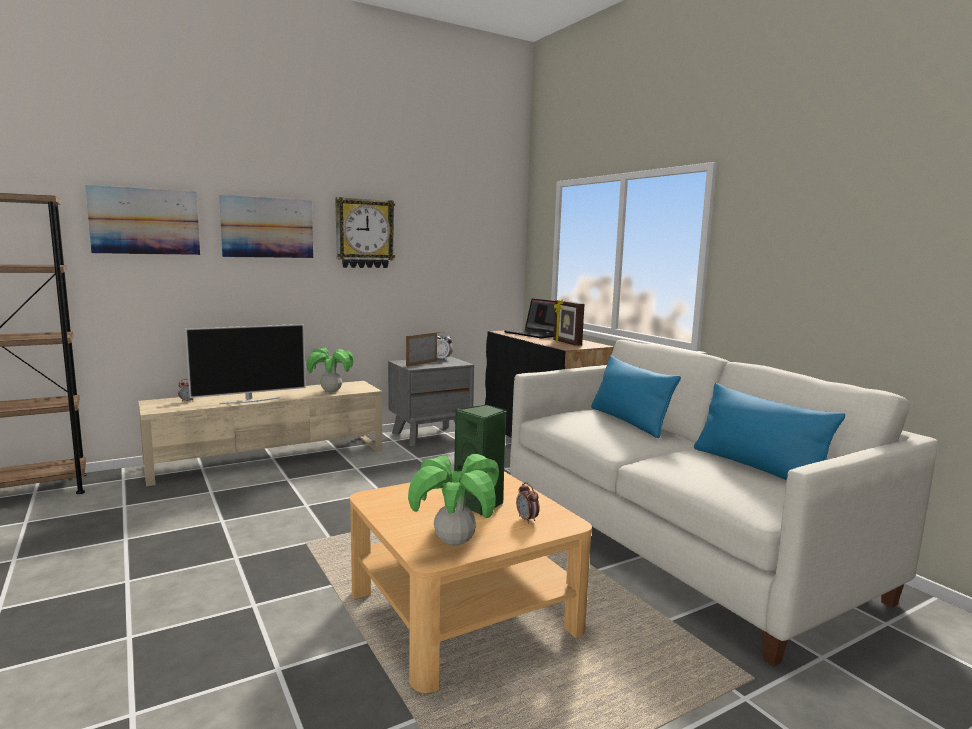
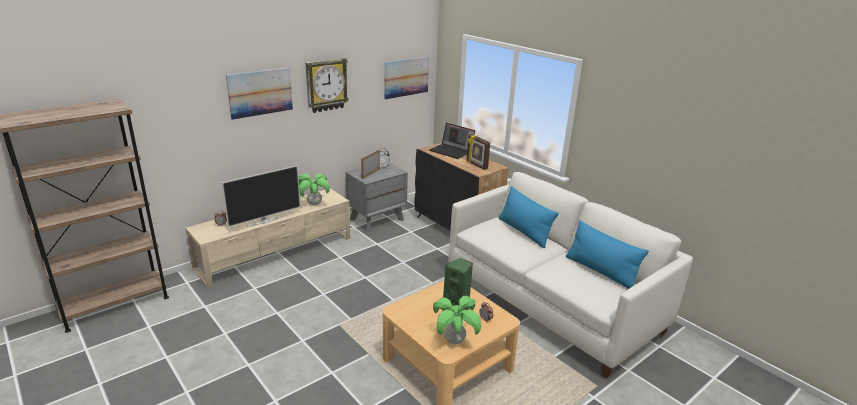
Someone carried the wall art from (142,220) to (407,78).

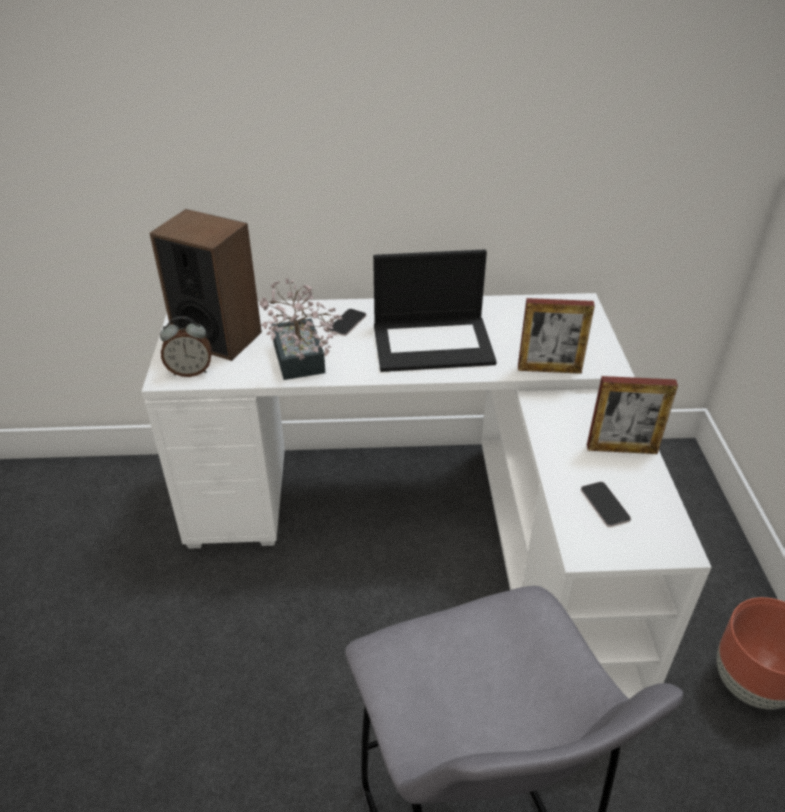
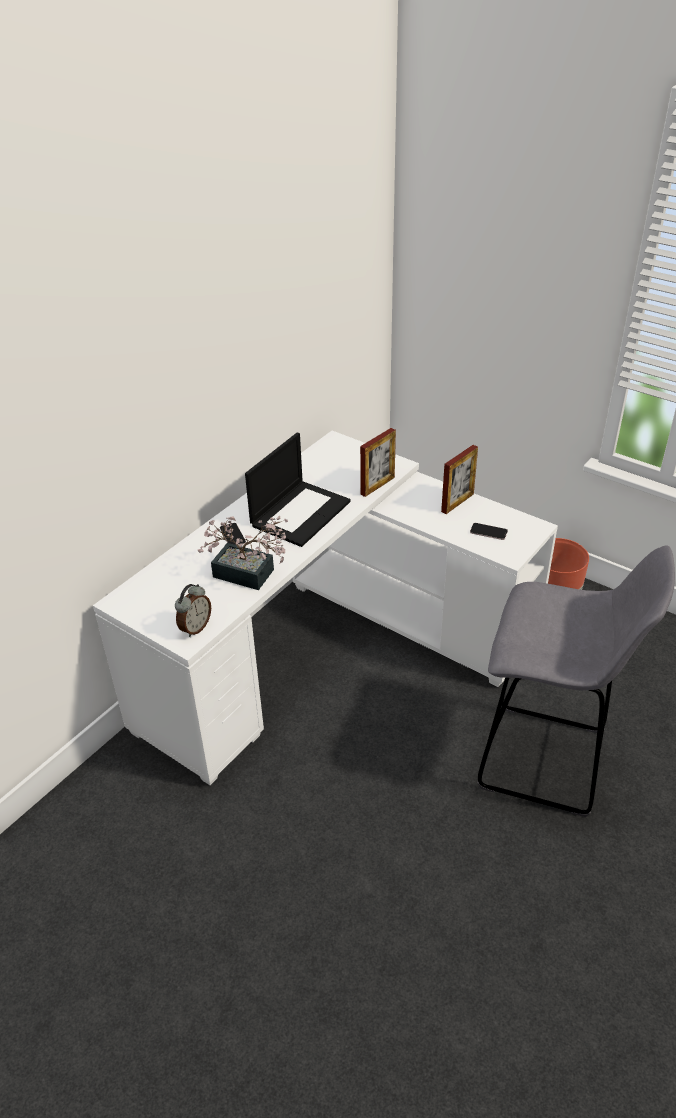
Someone took away the speaker at (206,285).

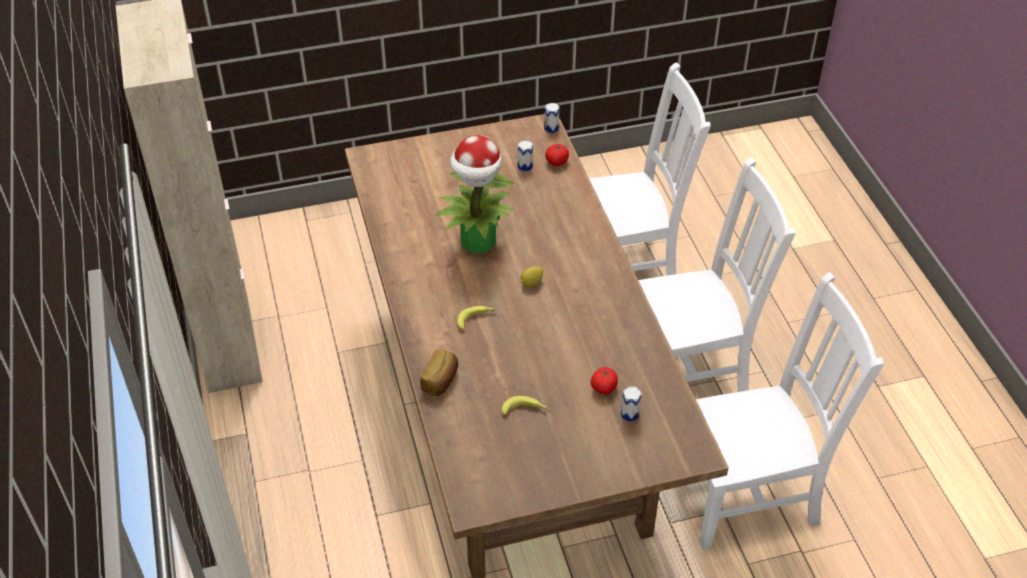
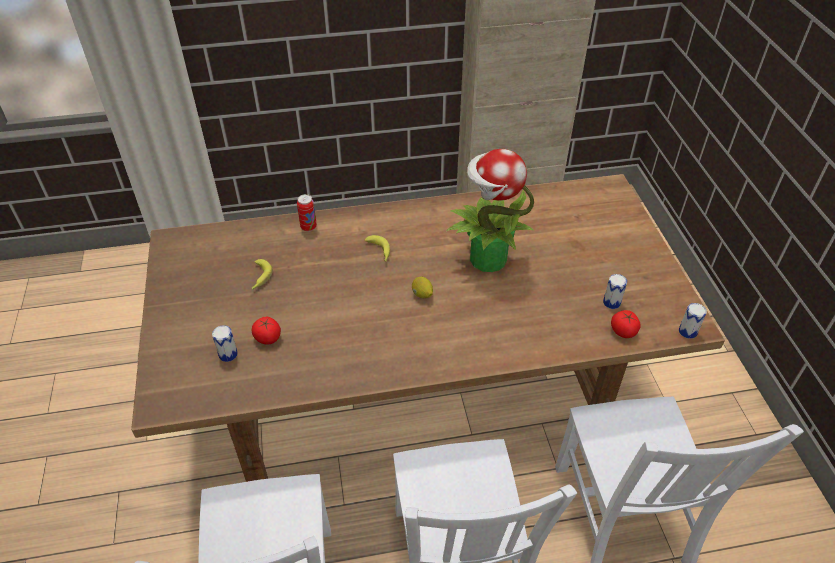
Someone swapped the bakery bread at (439,373) for the can at (307,213).

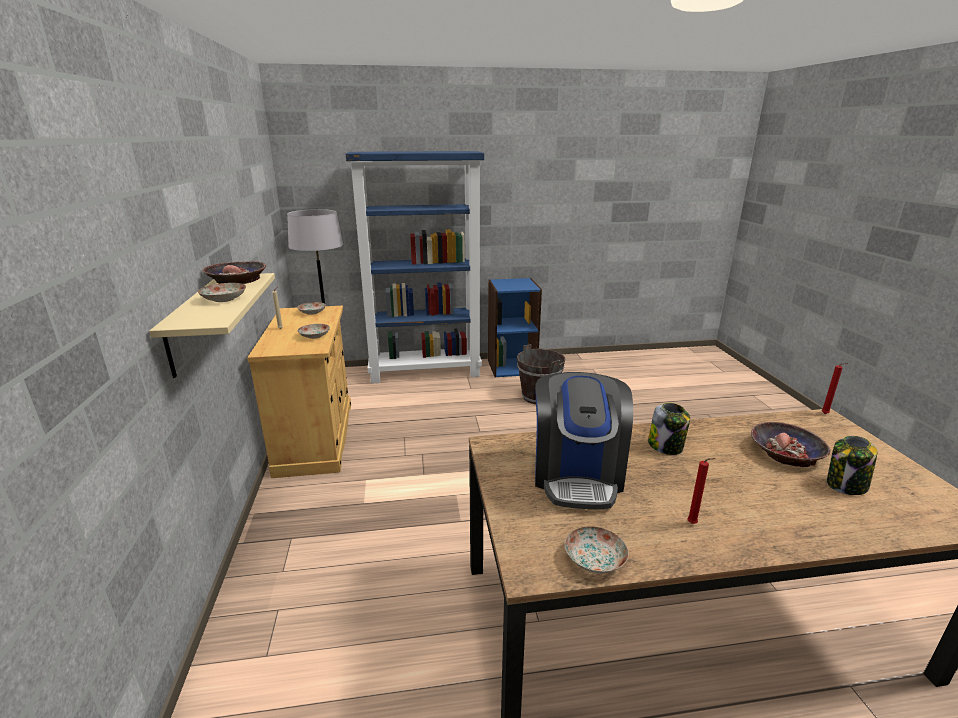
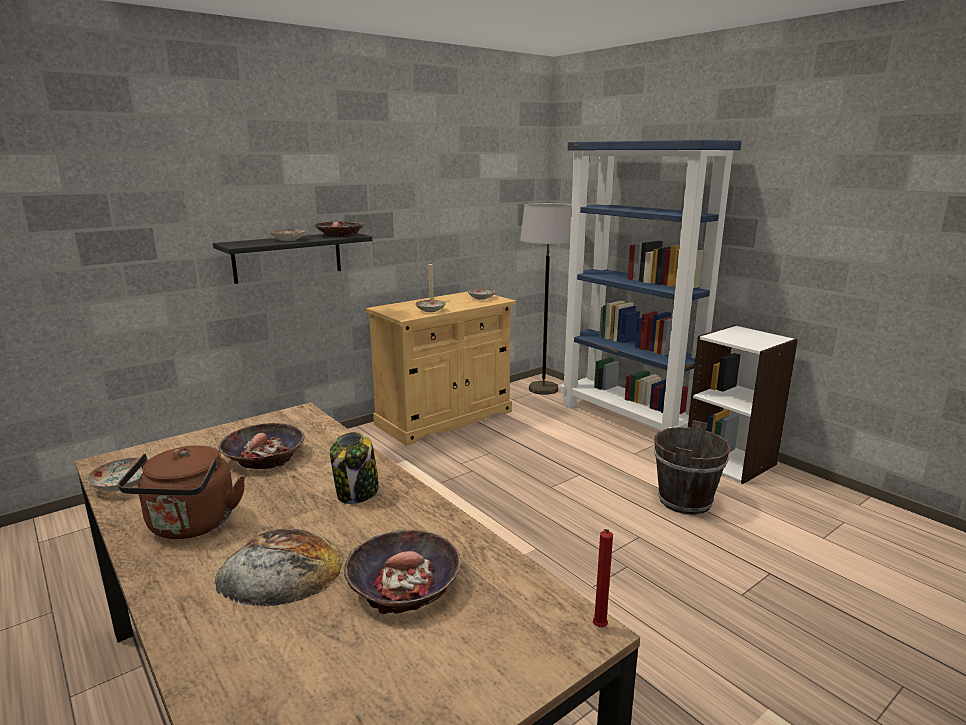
Someone repainted the beige-coloured wall shelf at (212,325), which became the blackish wall shelf at (292,258).
Someone repainted the blue-coloured bookshelf at (515,328), which became the whitish bookshelf at (743,404).
Someone swapped the coffee maker at (584,440) for the serving bowl at (261,446).
Someone took away the jar at (852,465).
Someone swapped the red-coloured wax light at (701,491) for the brown-coloured water kettle at (181,492).
Someone put down the bakery bread at (279,567).

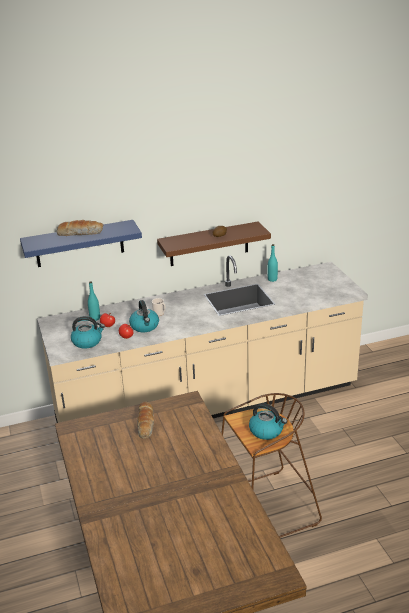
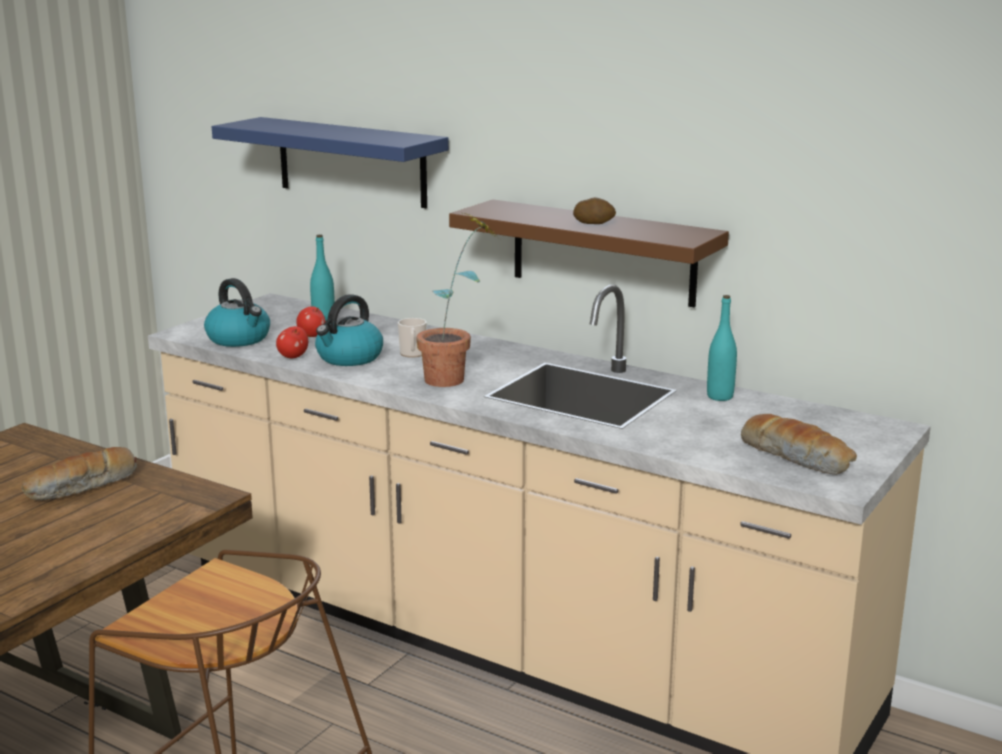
Someone carried the bakery bread from (80,228) to (799,444).
Someone took away the water kettle at (268,421).
Someone put down the plant in a pot at (456,300).

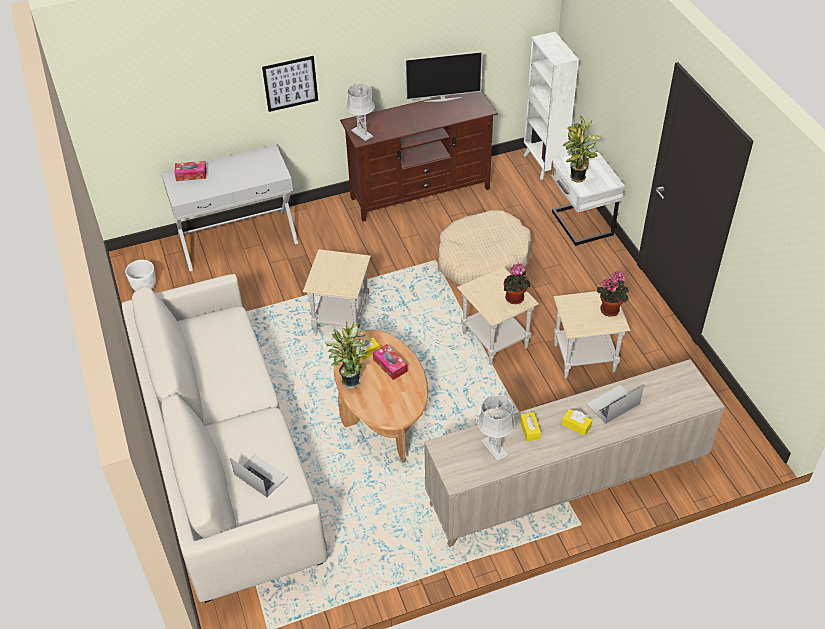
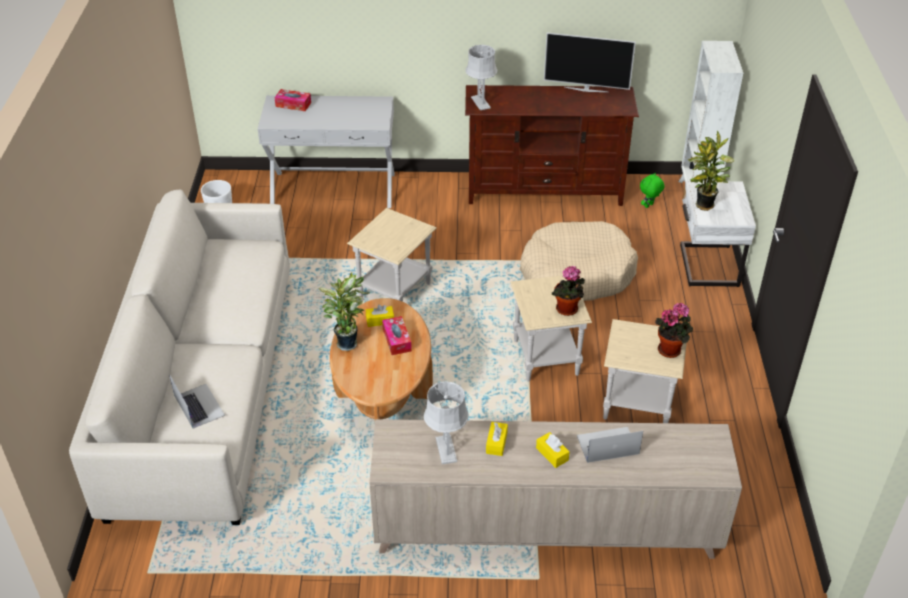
Someone took away the wall art at (290,84).
Someone put down the green soft toy at (652,190).

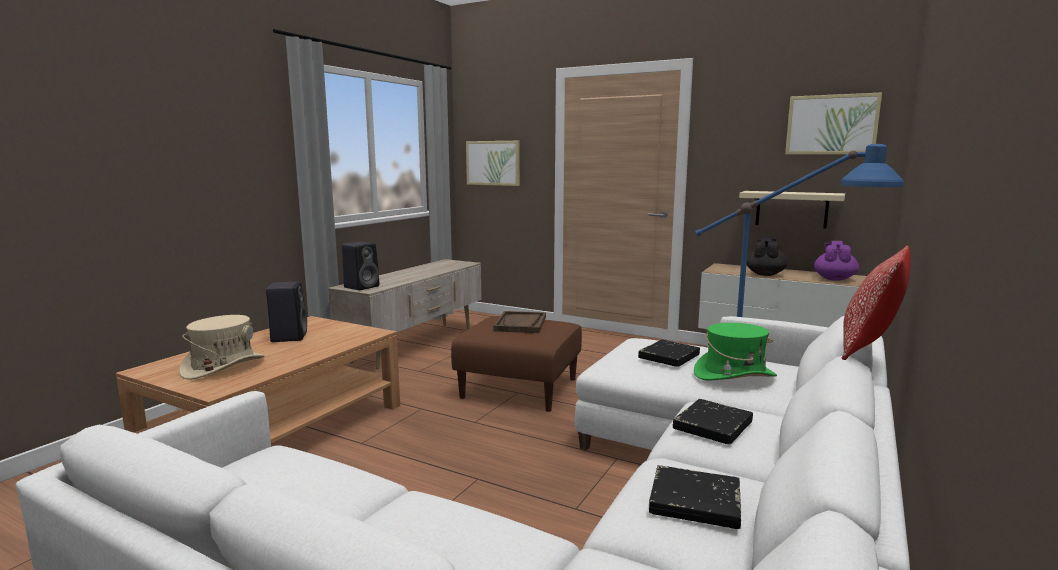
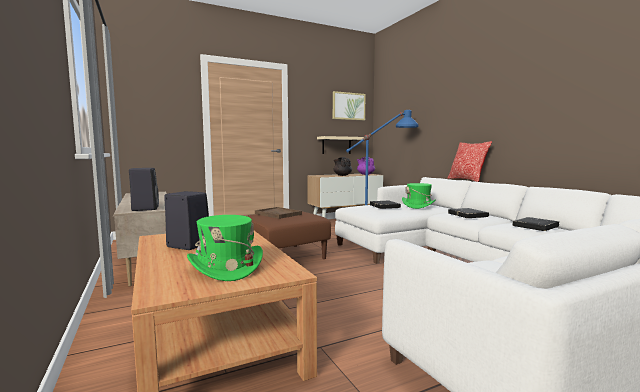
Someone took away the wall art at (493,163).
Someone repainted the beige-coloured clothing hat at (222,347), which became the green clothing hat at (225,248).

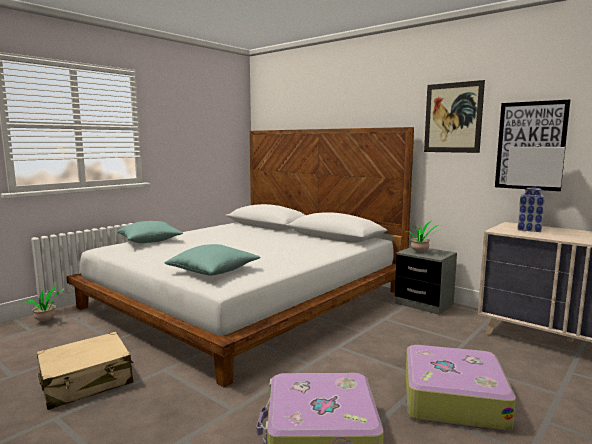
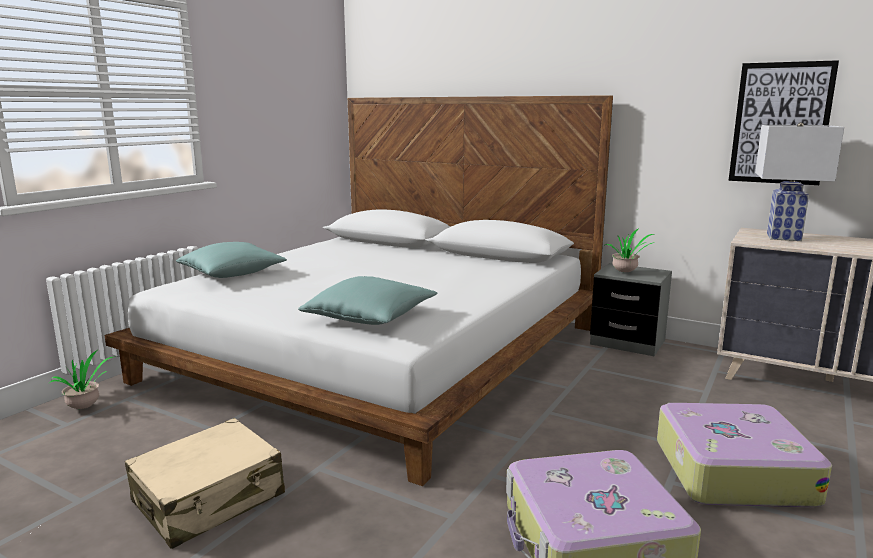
Someone took away the wall art at (454,116).

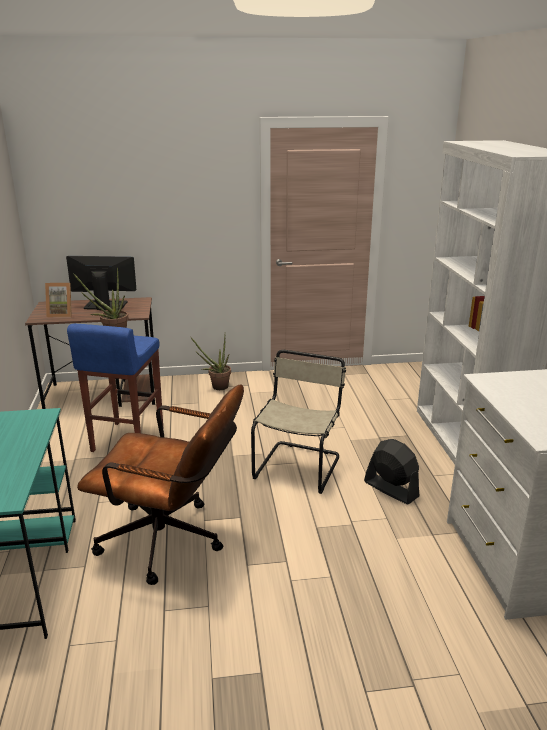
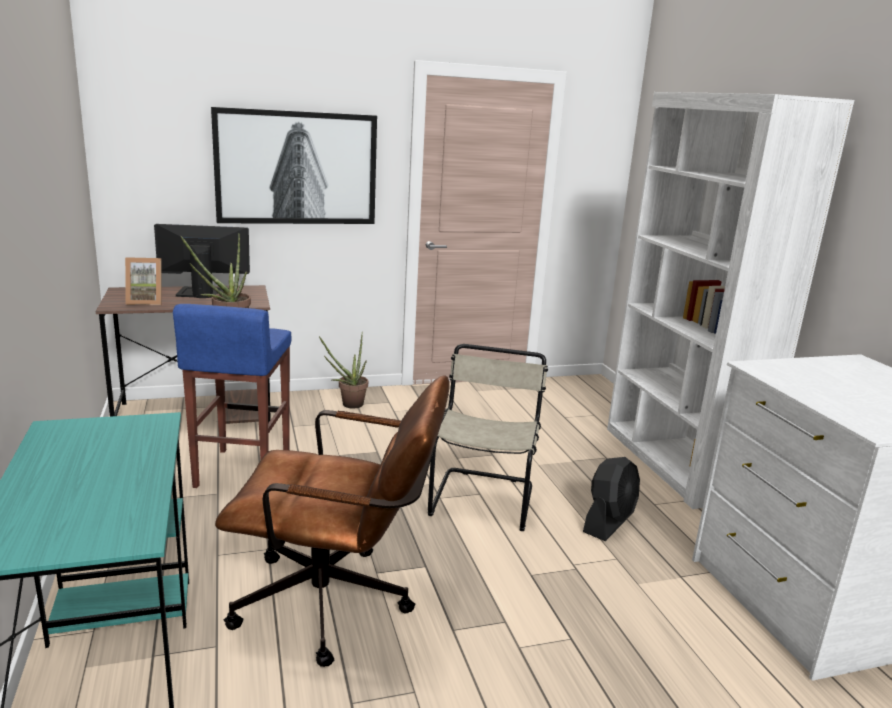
Someone rotated the blackish fan at (392,471) by 90 degrees clockwise.
Someone put up the wall art at (294,165).

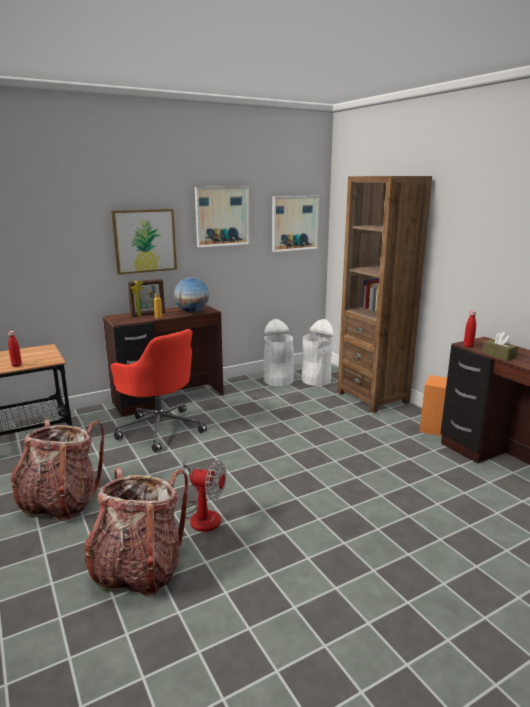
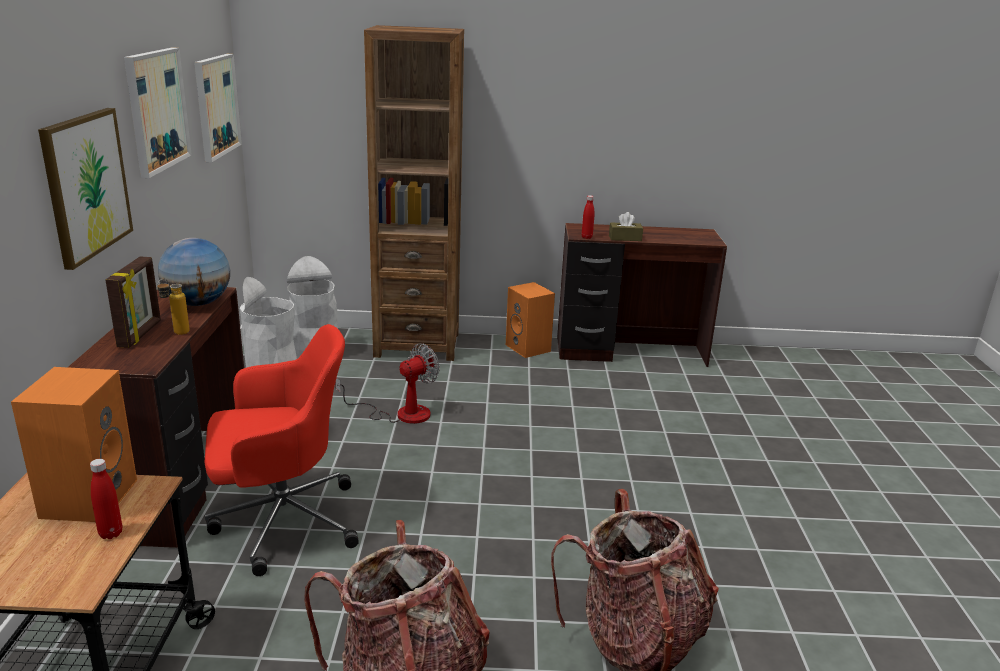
Someone carried the fan from (203,495) to (387,383).
Someone put down the orange speaker at (74,444).

